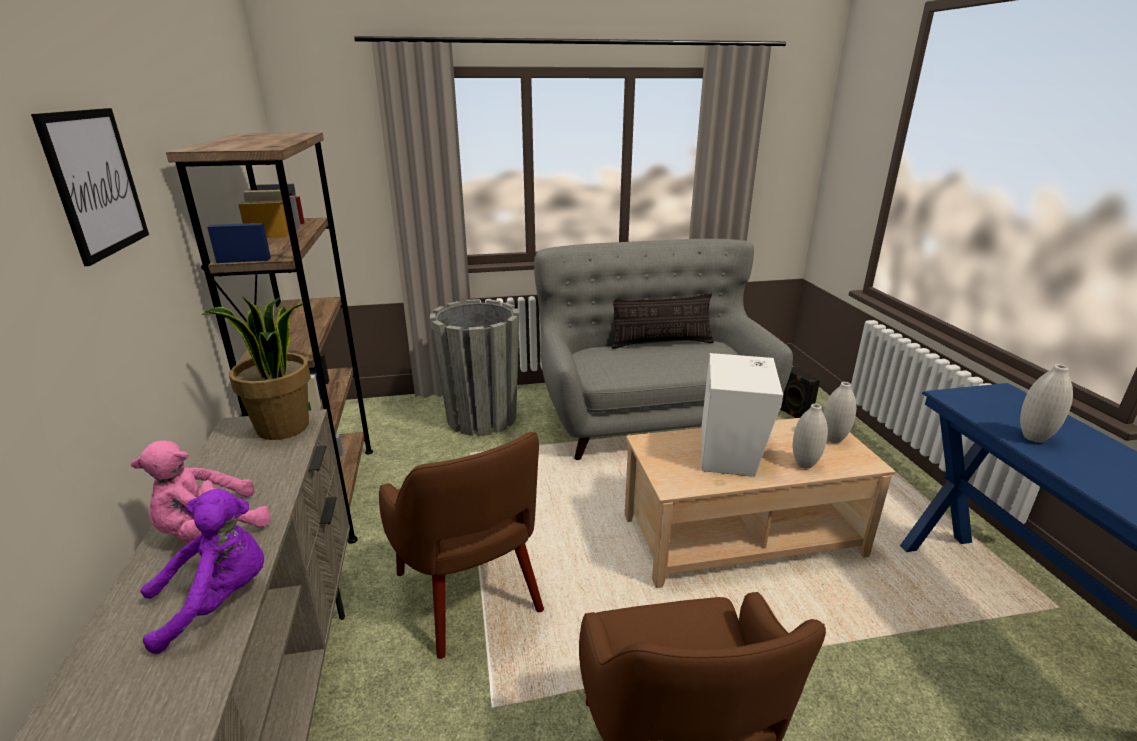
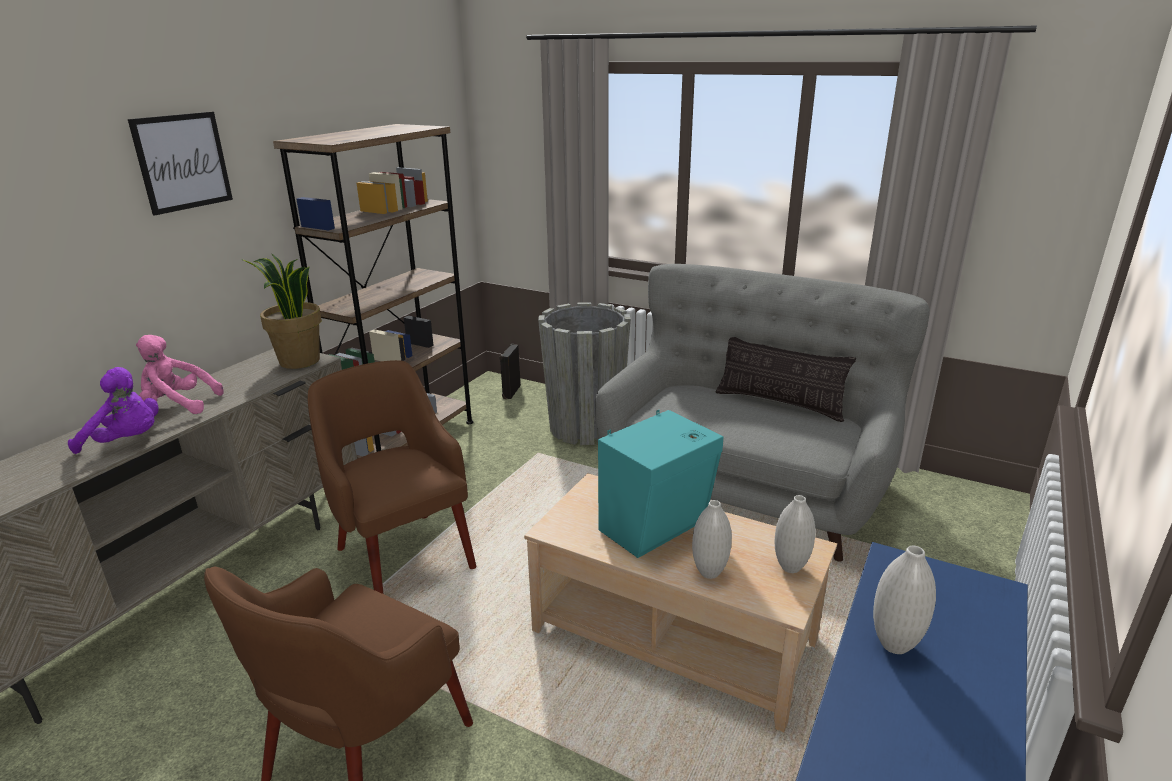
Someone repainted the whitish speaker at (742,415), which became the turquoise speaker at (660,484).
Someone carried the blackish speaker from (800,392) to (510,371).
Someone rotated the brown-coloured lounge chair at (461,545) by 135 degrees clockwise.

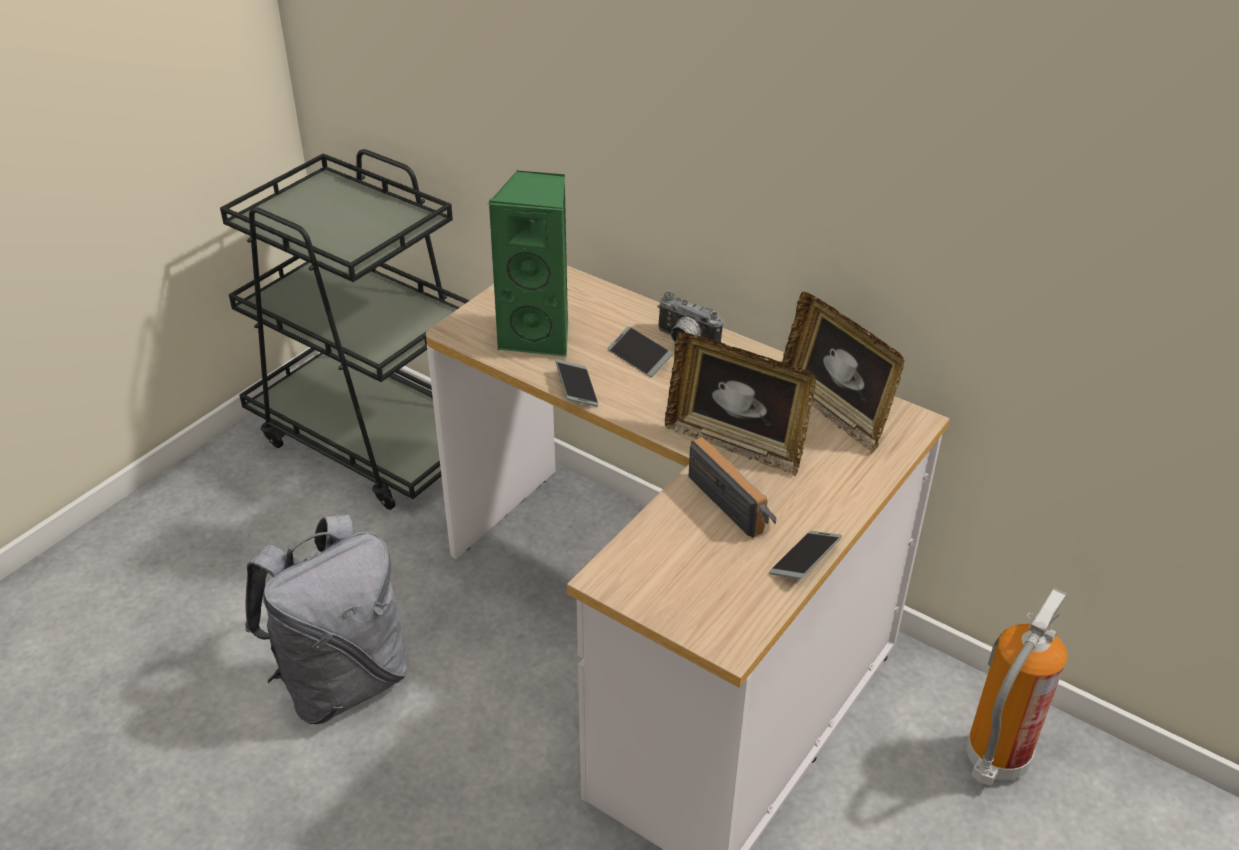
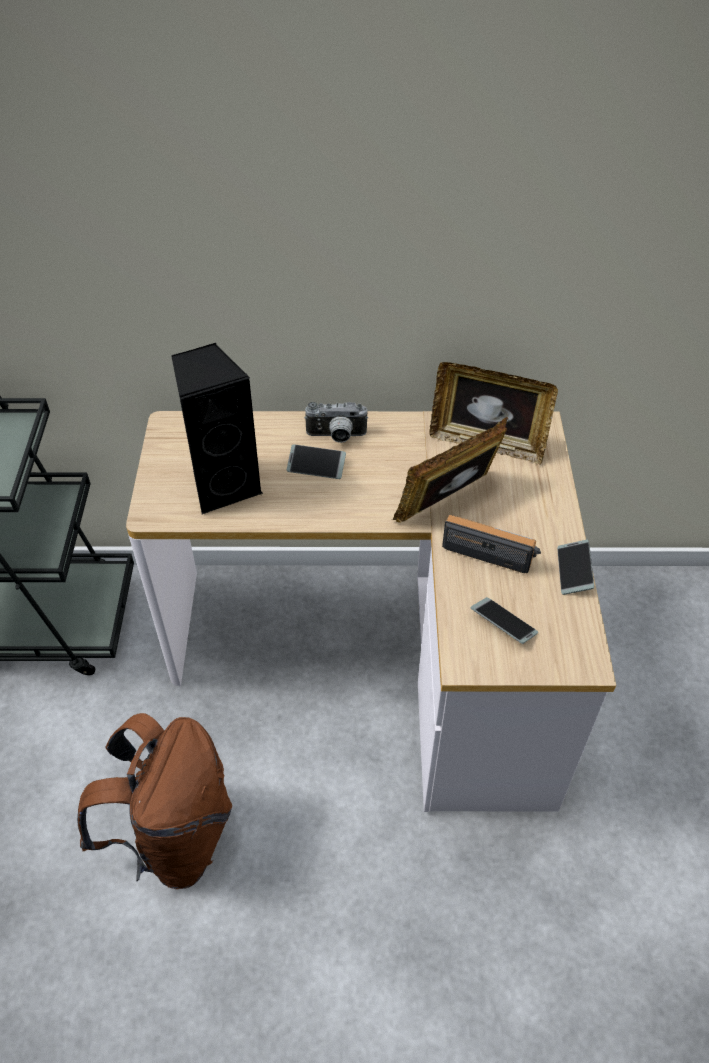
Someone repainted the green speaker at (528,263), which became the blackish speaker at (217,428).
Someone rotated the standing frame at (740,404) by 150 degrees clockwise.
Someone carried the handset from (577,383) to (504,620).
Someone repainted the greyish rucksack at (326,619), which became the brown-coloured rucksack at (154,801).
Someone took away the fire-fighting cylinder at (1016,687).

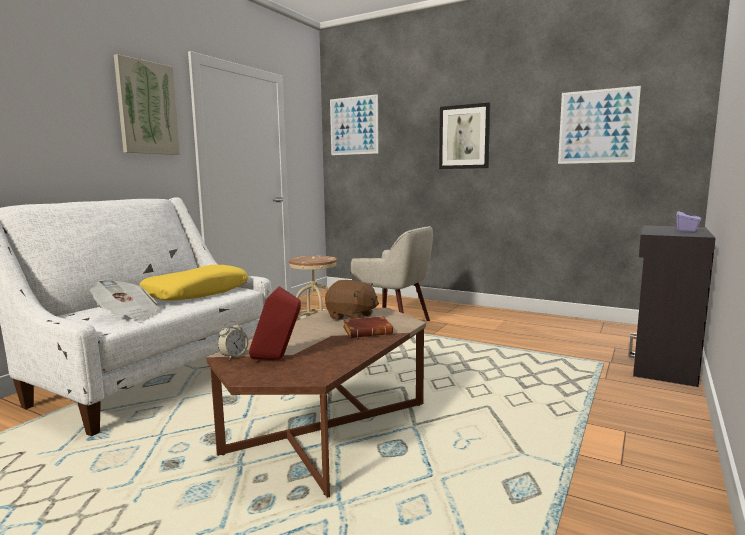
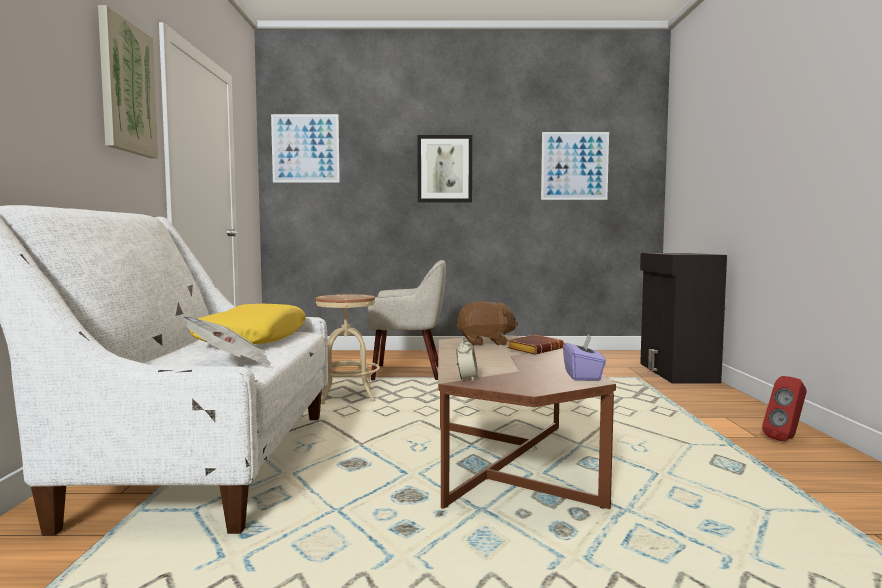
Someone carried the purple tissue box from (688,219) to (584,358).
Someone carried the red-coloured speaker from (275,323) to (784,409).

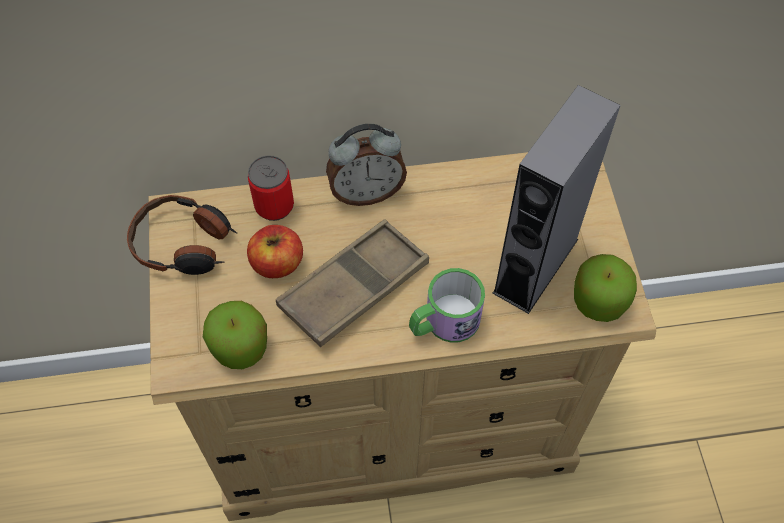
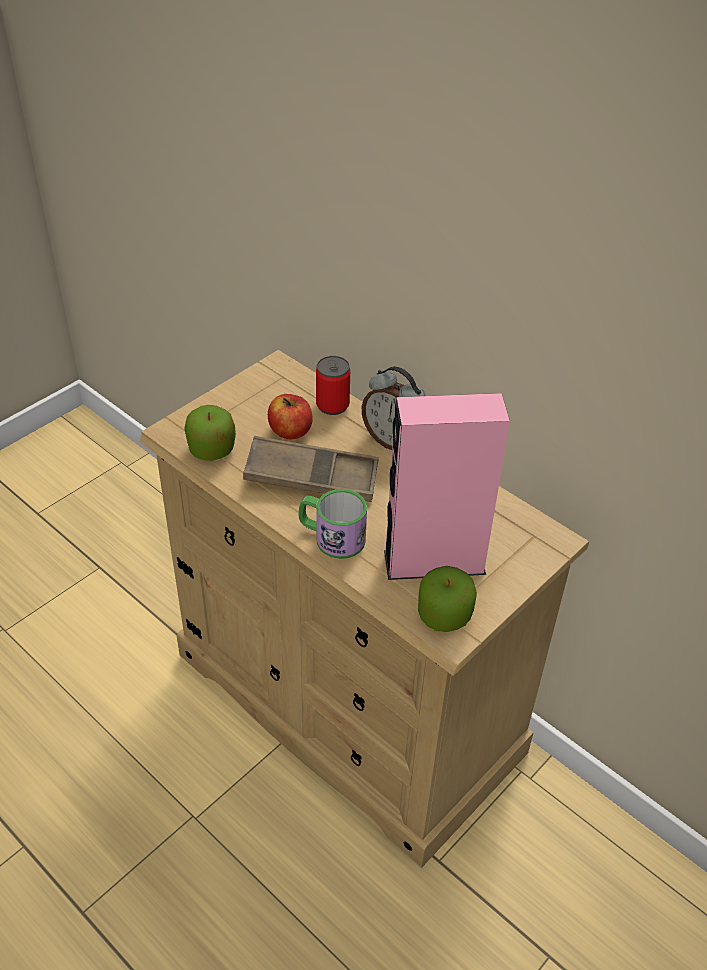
Someone repainted the greyish speaker at (556,199), which became the pink-coloured speaker at (447,486).
Someone took away the headphones at (182,235).

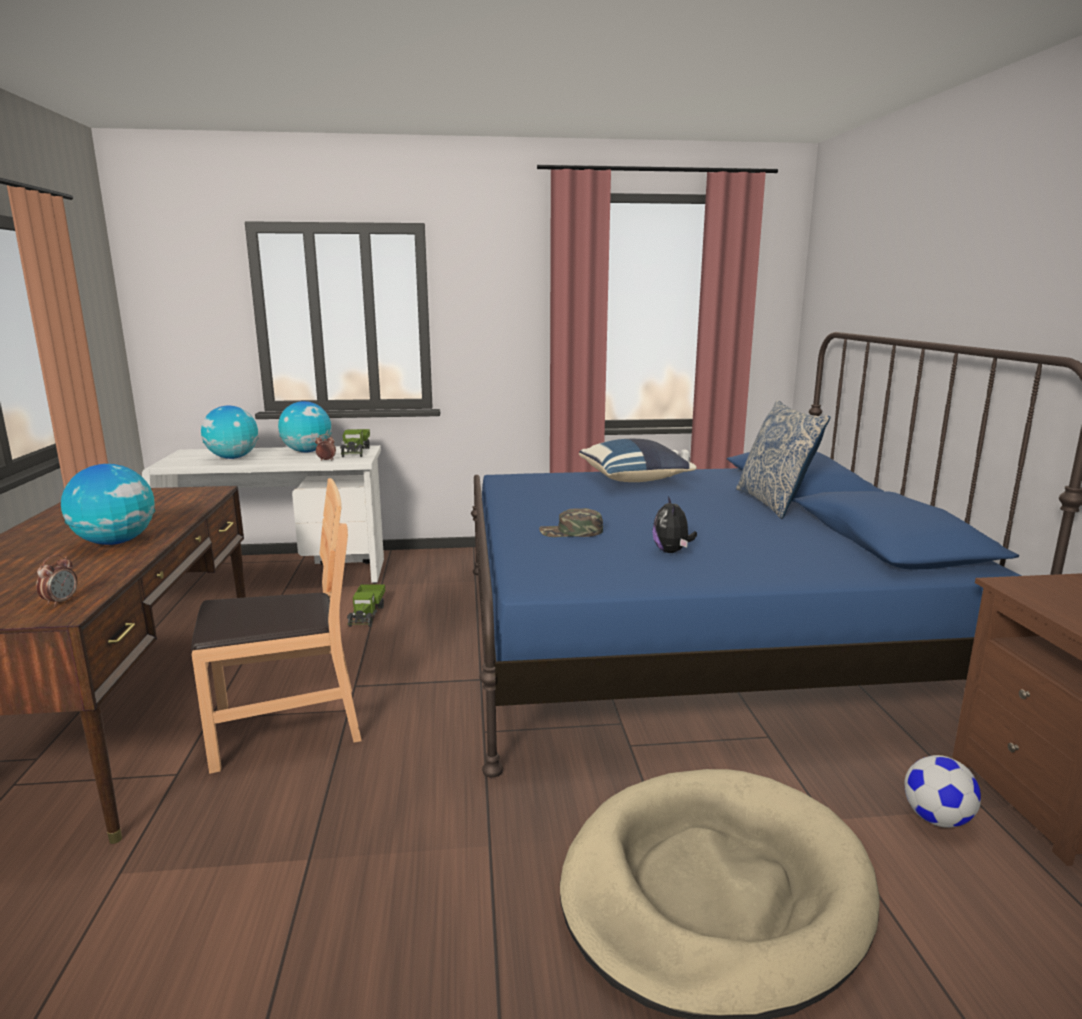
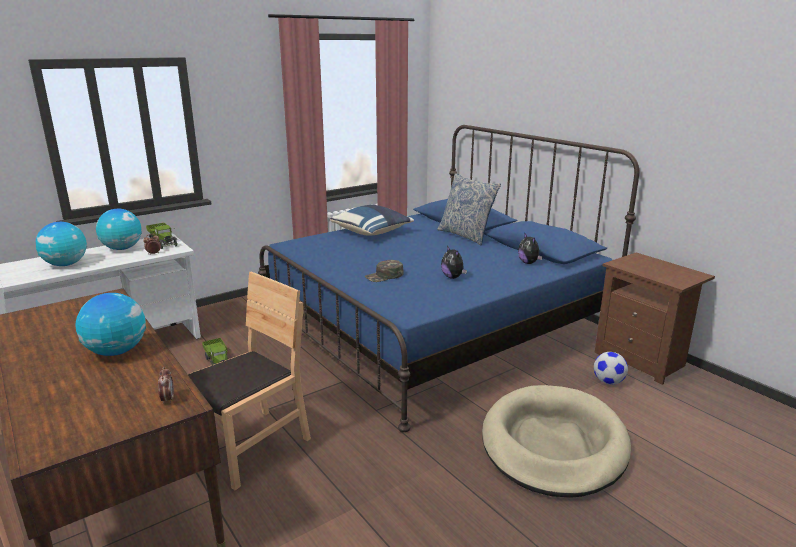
Someone put down the soft toy at (530,248).

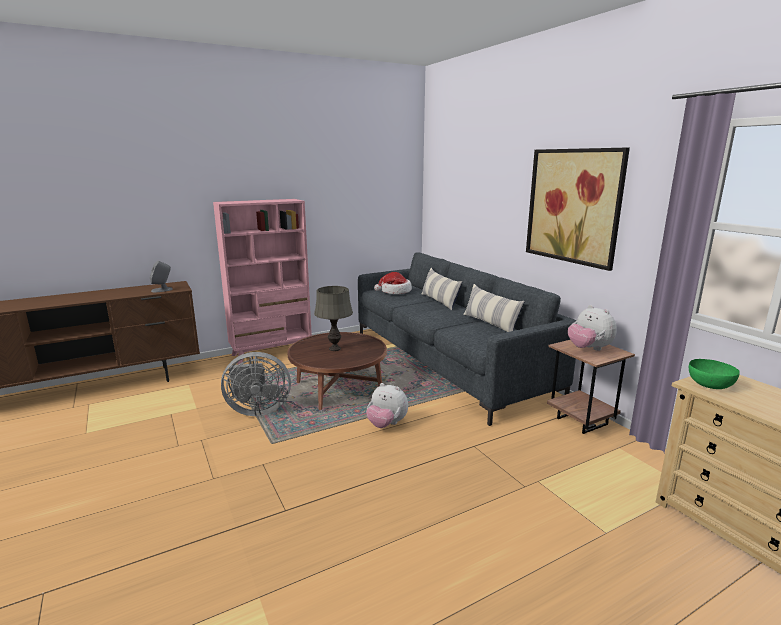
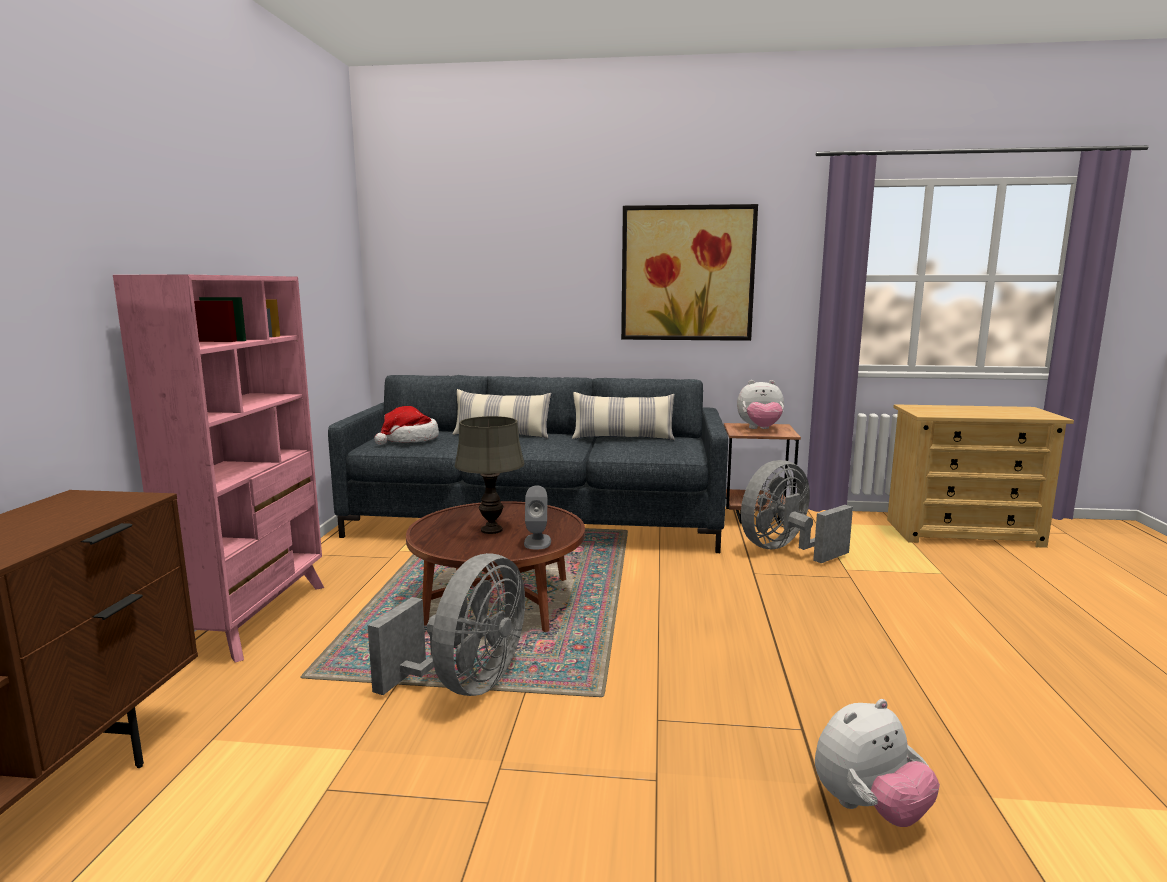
Someone carried the greyish speaker from (161,276) to (537,517).
Someone took away the green serving bowl at (714,374).
Someone carried the soft toy from (387,405) to (877,763).
Someone put down the greyish fan at (797,511).

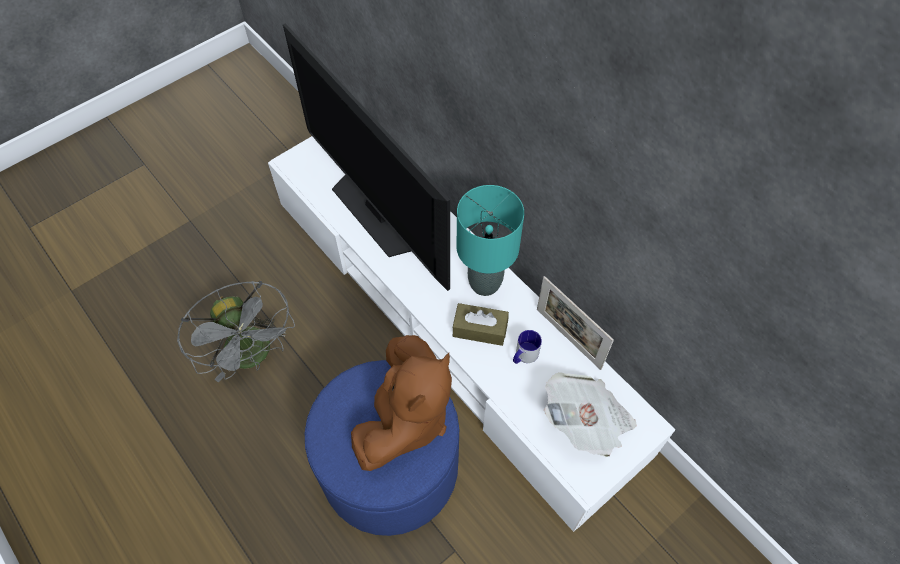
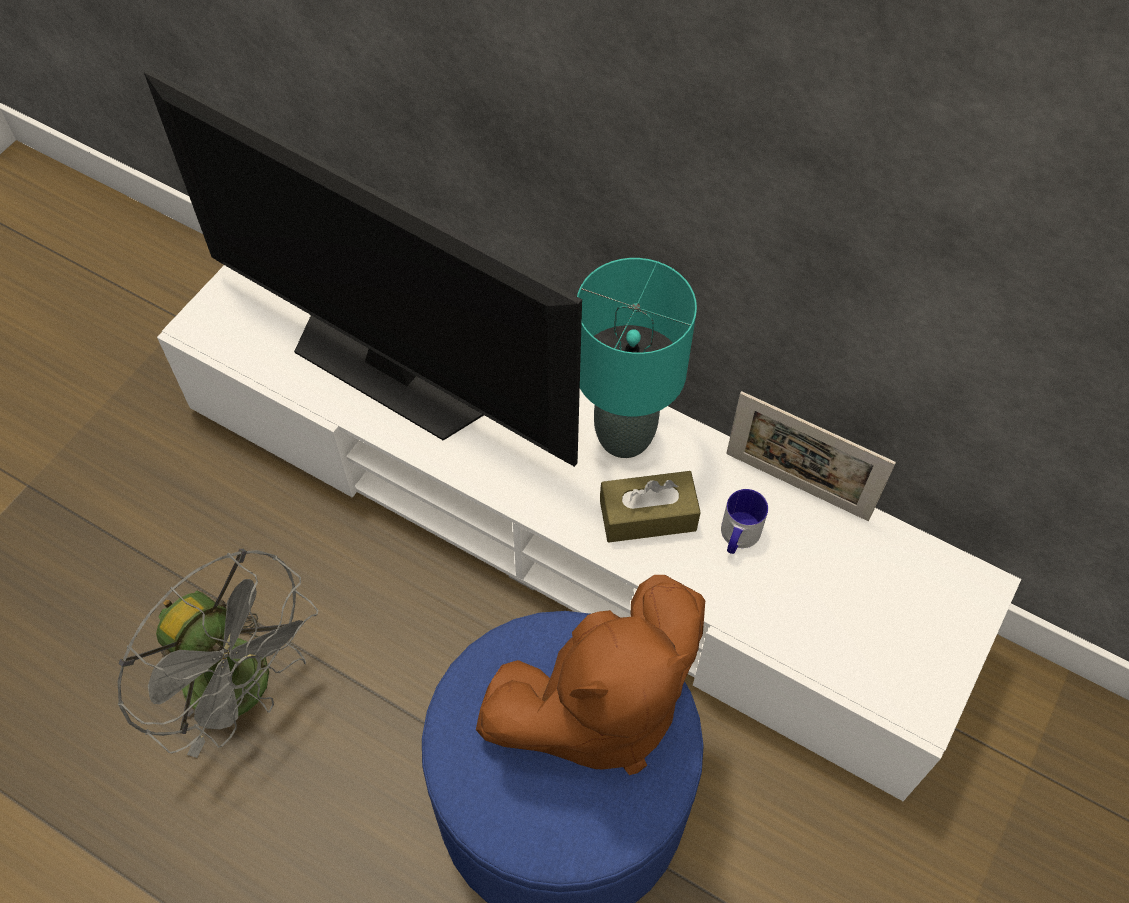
Someone rotated the brown-coloured soft toy at (401,403) by 60 degrees clockwise.
Someone took away the newspaper at (590,414).

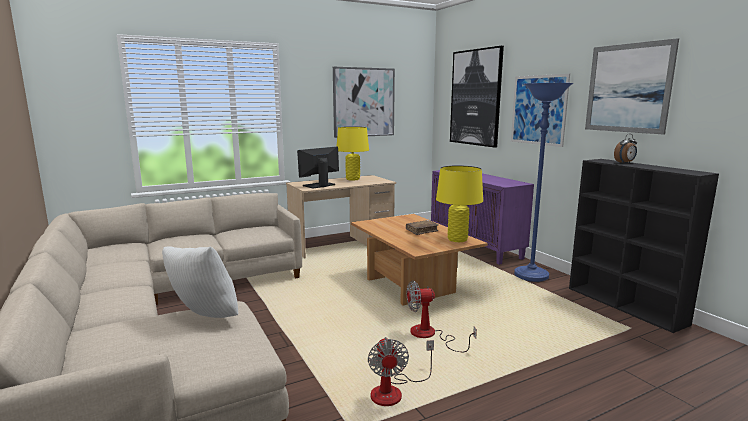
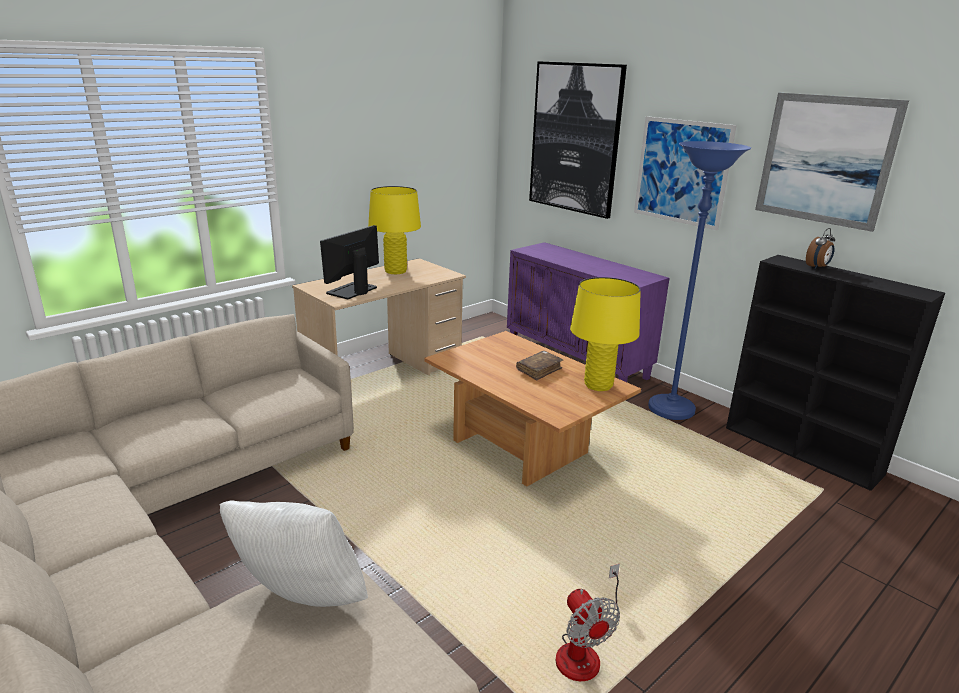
Someone took away the wall art at (364,102).
Someone took away the fan at (442,316).

